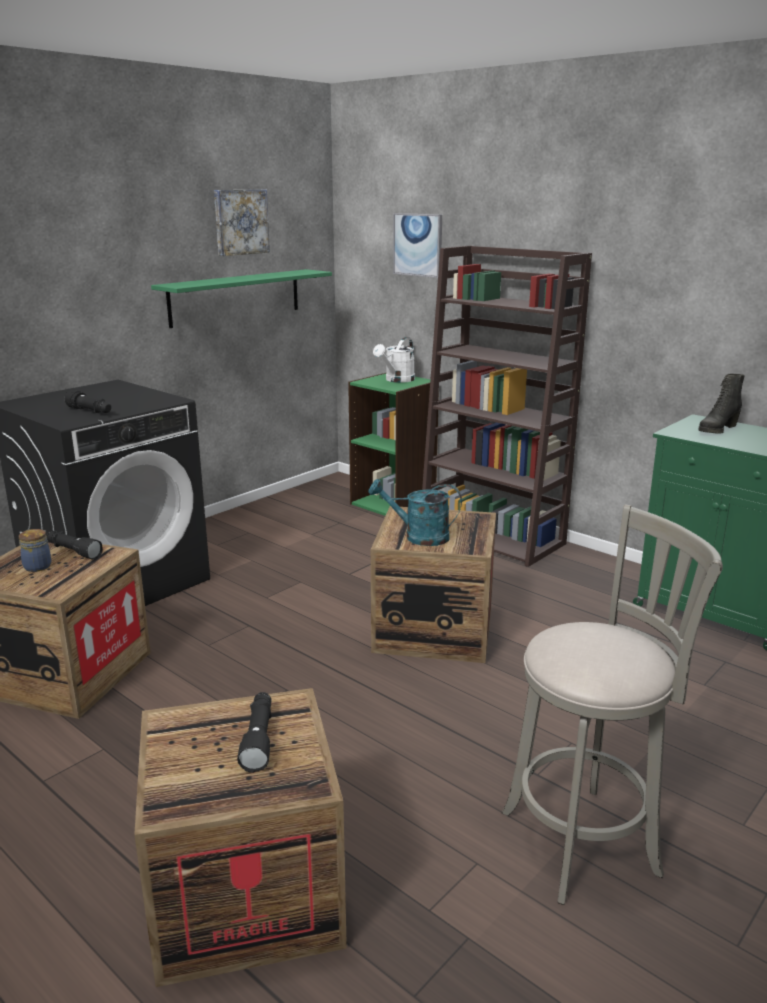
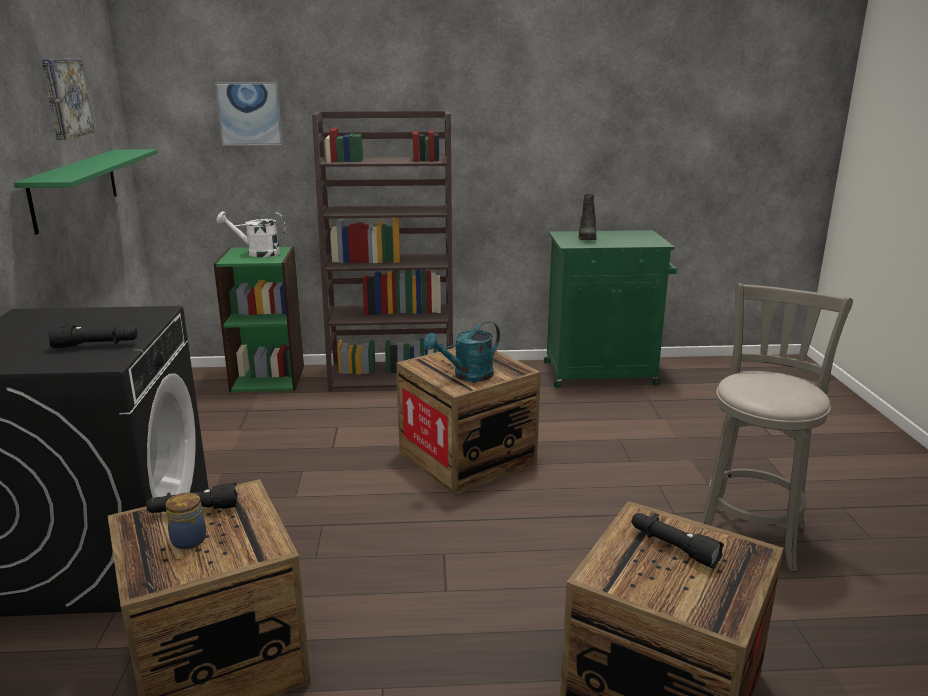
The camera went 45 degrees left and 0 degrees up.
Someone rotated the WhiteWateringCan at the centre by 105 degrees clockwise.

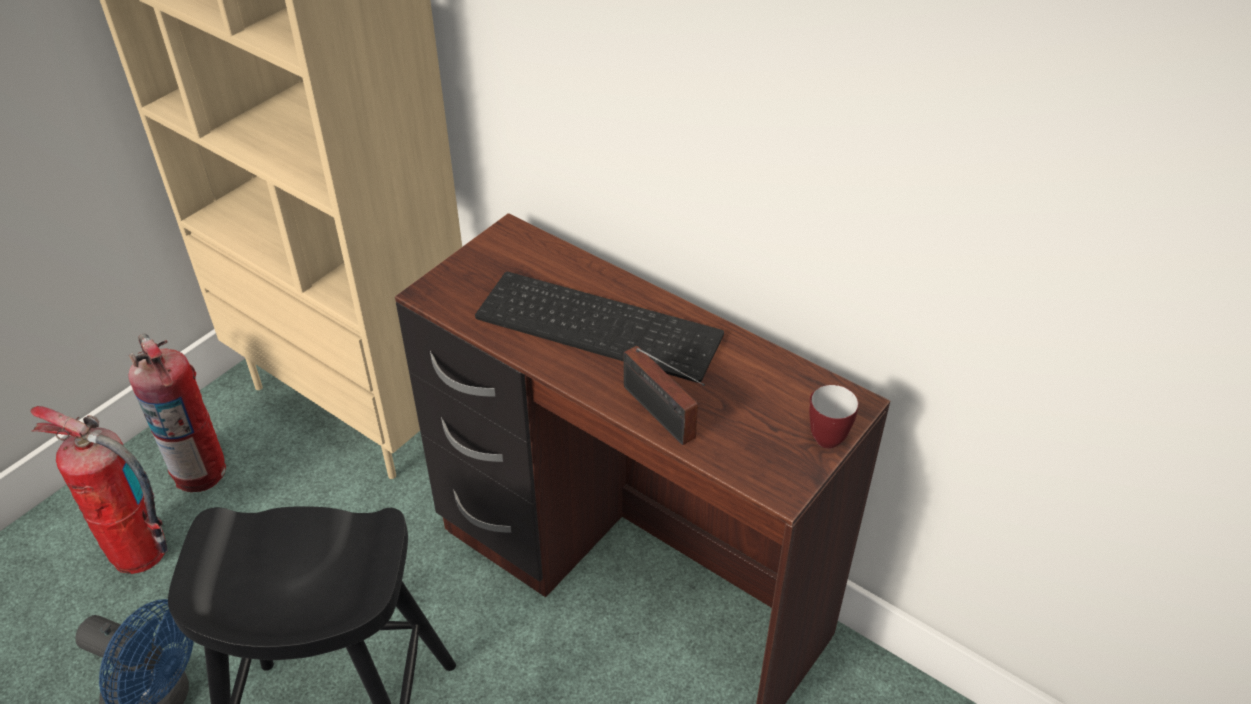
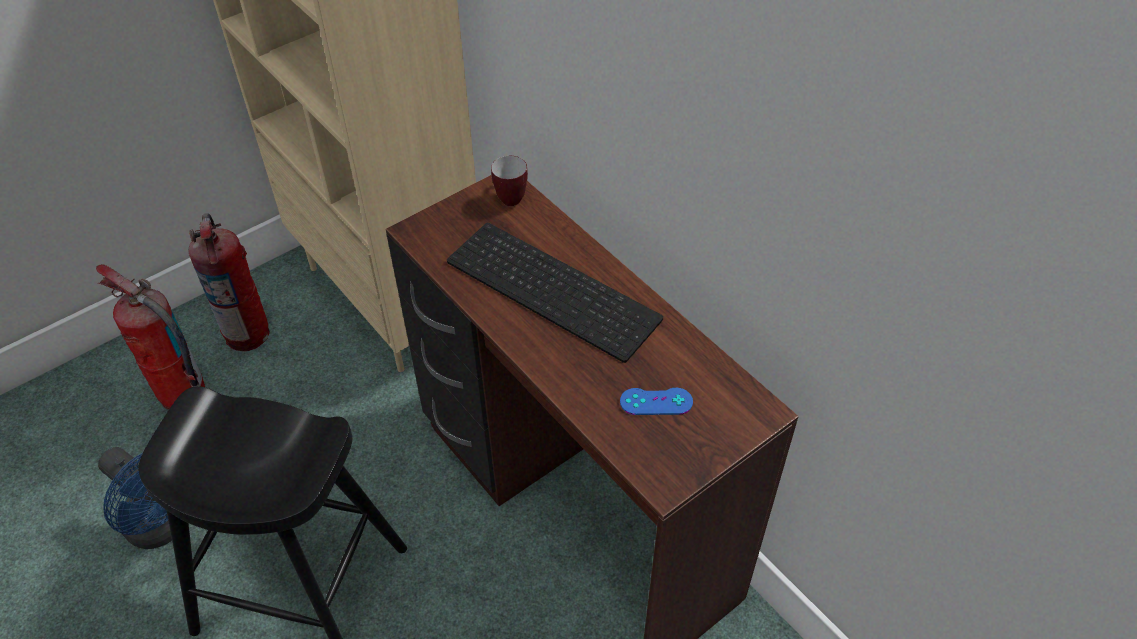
The camera went 15 degrees right and 5 degrees up.
Someone took away the Radio at the centre.
Someone carried the Mug from the centre to the top centre.
Someone put down the BlueGameController at the centre.

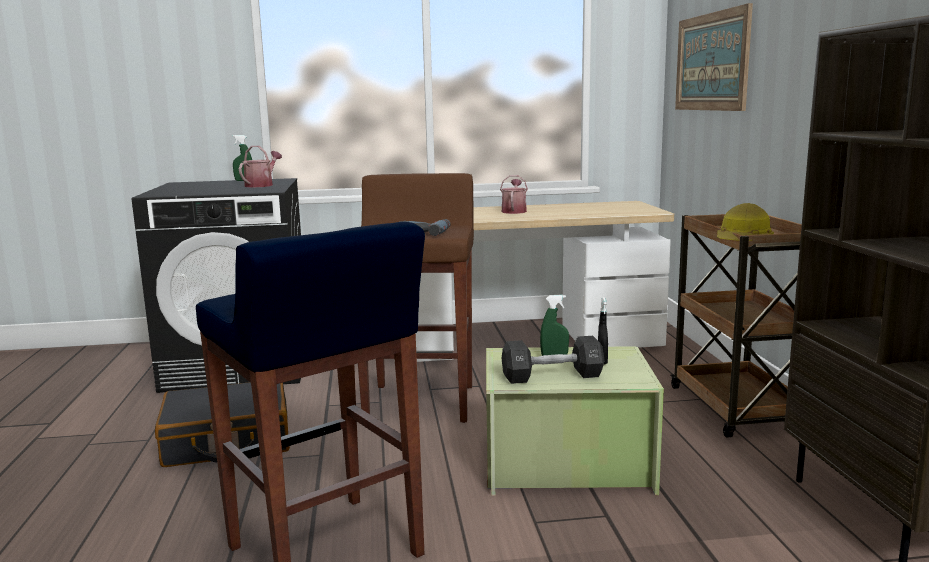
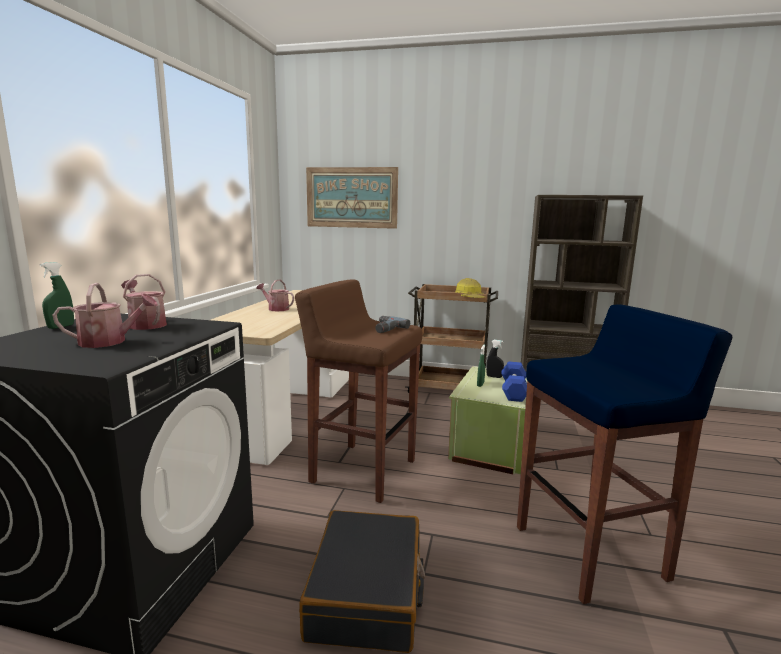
The camera went 70 degrees left and 0 degrees up.
Someone repainted the BlackDumbbell at the centre, which became the BlueDumbbell at the centre.
Someone put down the WateringCan (no. 1 from left) at the middle left.

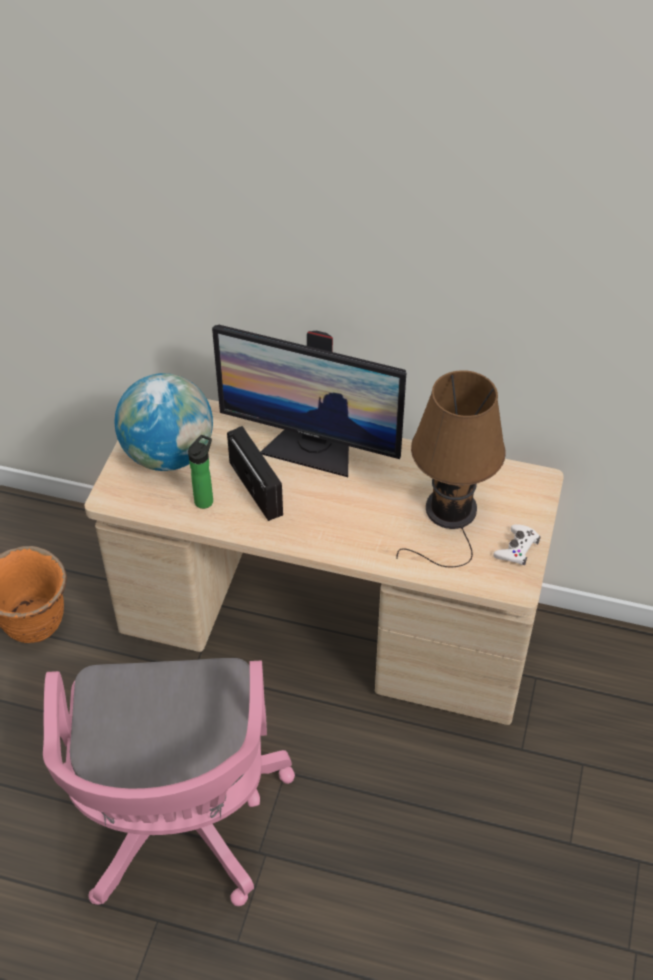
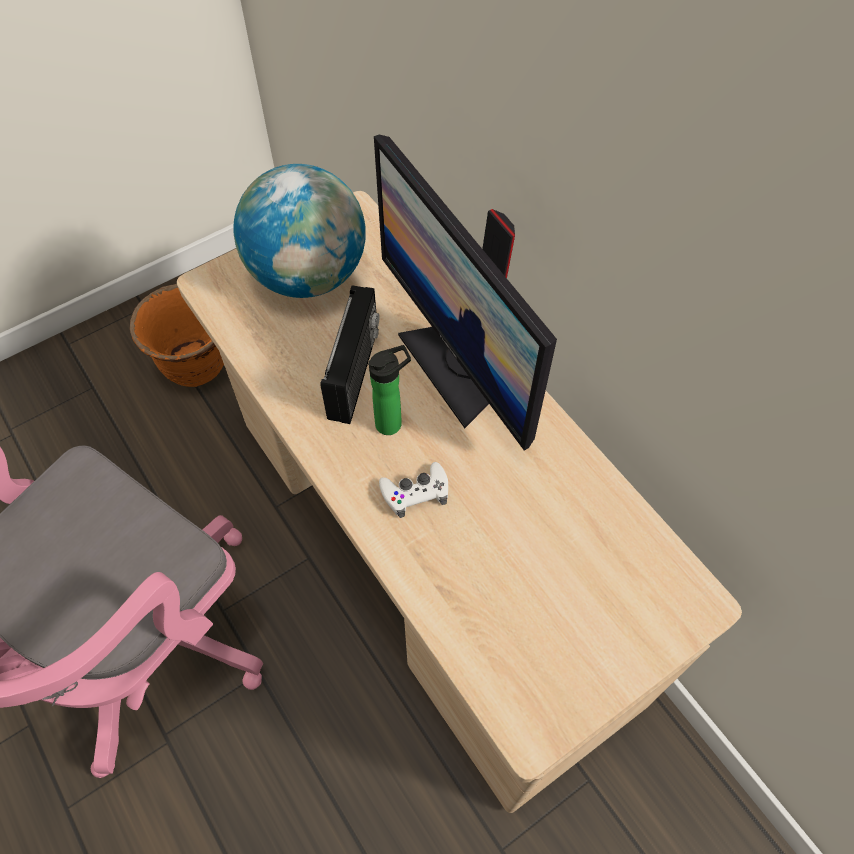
The camera went 40 degrees right and 10 degrees up.
Someone took away the BrownTableLamp at the middle right.
Someone carried the Bottle from the middle left to the centre.
Someone carried the WhiteGameController from the middle right to the centre.

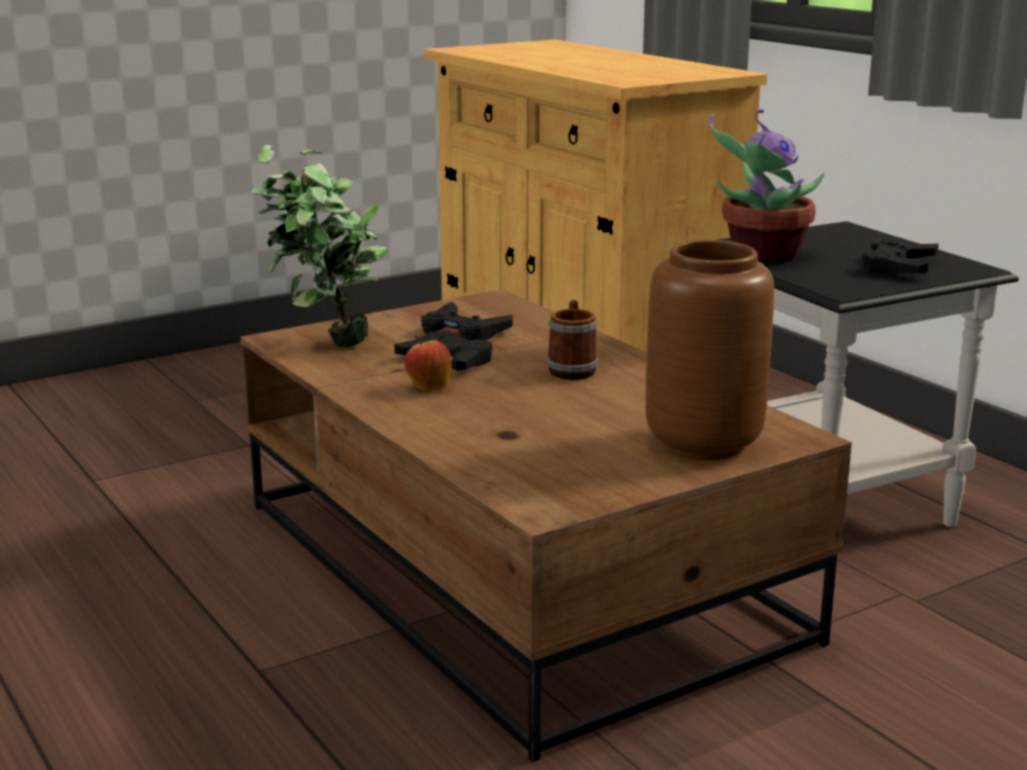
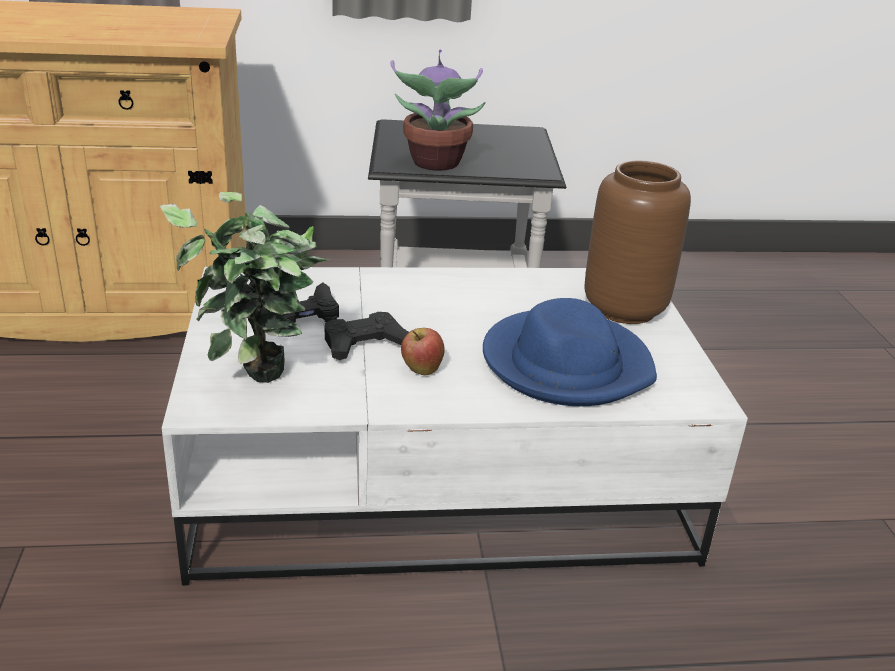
The camera went 65 degrees left and 10 degrees up.
Someone took away the BlackGameController (no. 3 from left) at the middle right.
Someone repainted the BrownCoffeeTable at the bottom centre, which became the WhiteCoffeeTable at the centre.
Someone took away the Mug at the centre.
Someone put down the BlueHat at the centre.

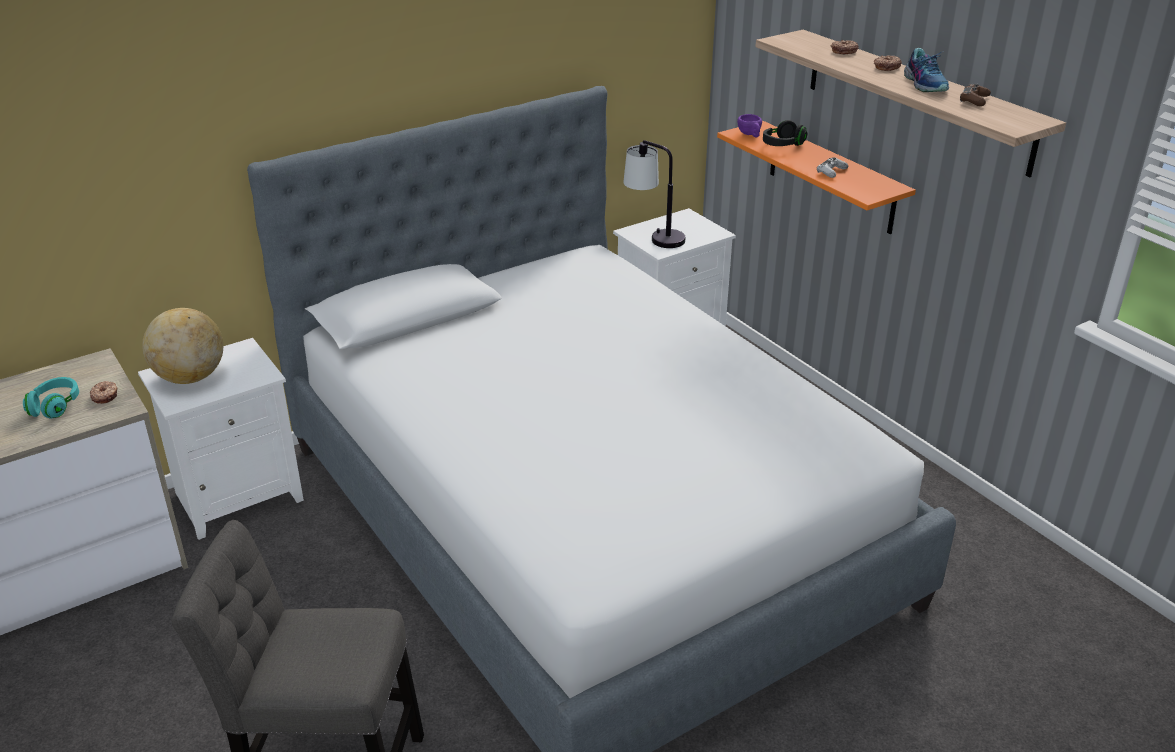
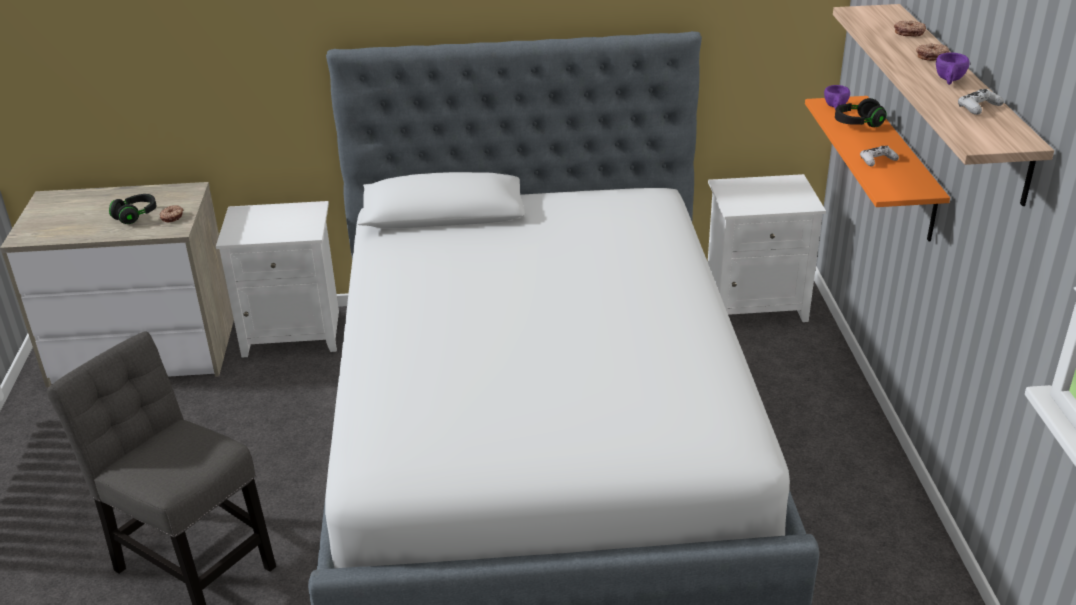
The camera went 30 degrees right and 0 degrees up.
Someone swapped the Shoe at the top right for the PurpleCup (no. 2 from left) at the top right.
Someone repainted the BrownGameController at the top right, which became the WhiteGameController (no. 2 from left) at the top right.
Someone took away the TableLamp at the top centre.
Someone took away the Globe at the middle left.
Someone repainted the TurquoiseHeadphones at the middle left, which became the BlackHeadphones (no. 1 from left) at the middle left.

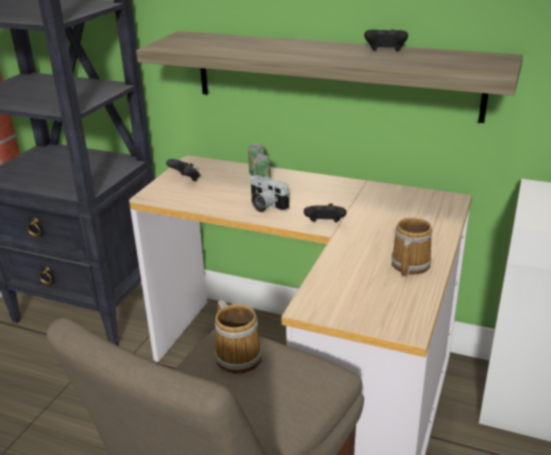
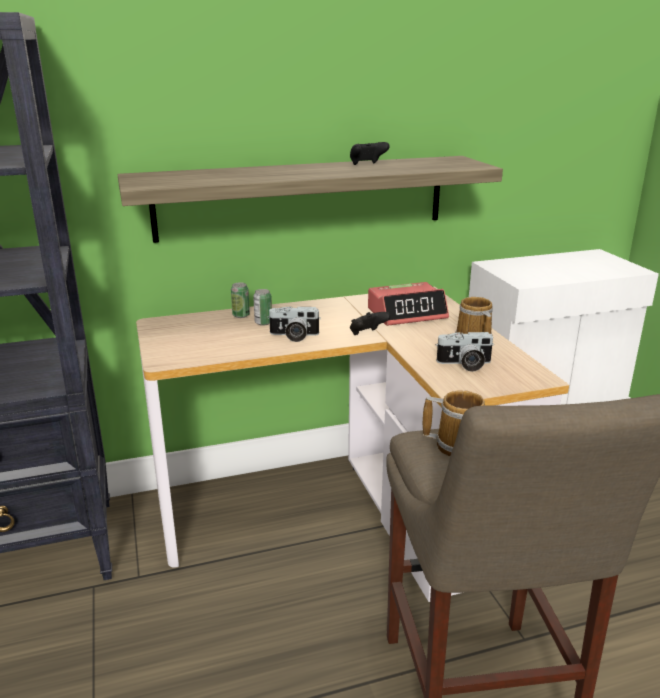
The camera went 40 degrees left and 5 degrees down.
Someone took away the BlackGameController (no. 1 from left) at the middle left.
Someone put down the AlarmClock at the centre.
Someone put down the PhotoCamera (no. 2 from left) at the middle right.

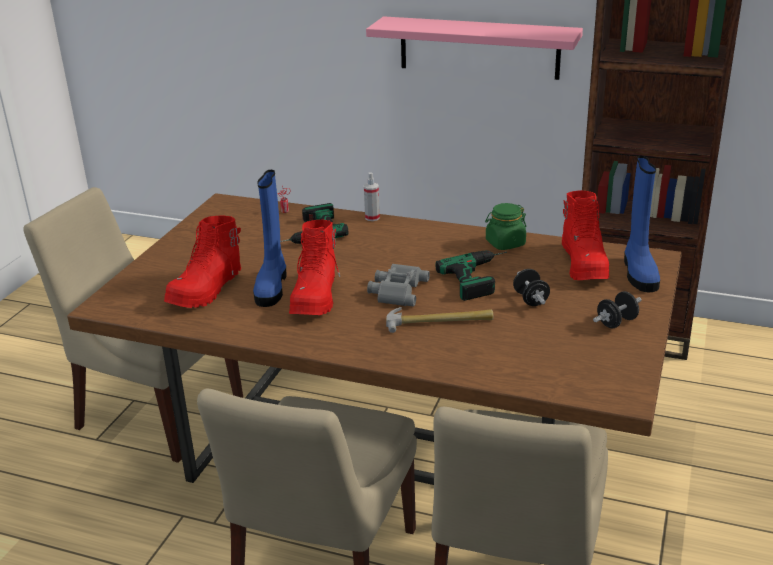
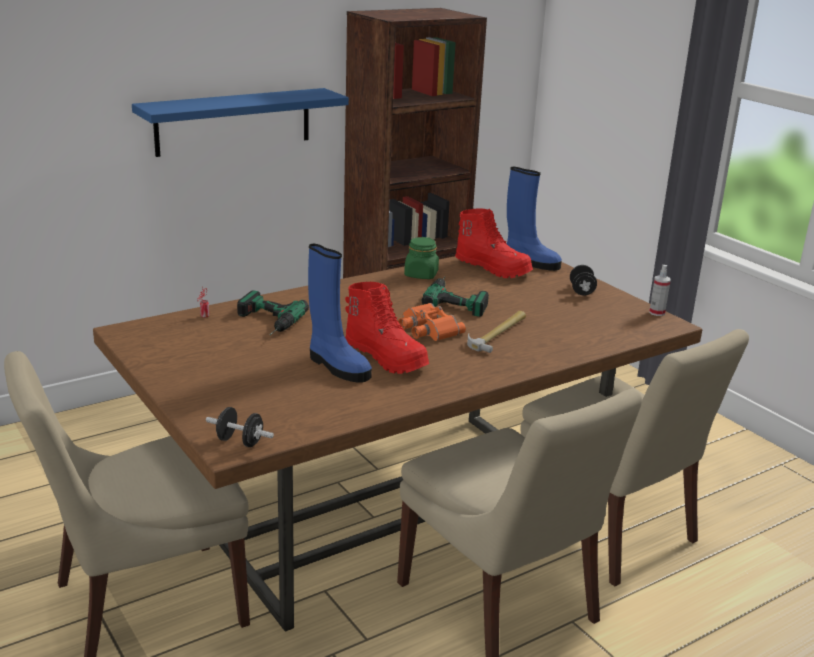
The camera went 55 degrees left and 5 degrees down.
Someone repainted the PinkShelf at the top centre, which became the BlueShelf at the top left.
Someone carried the SprayBottle from the centre to the middle right.
Someone took away the RedBoot (no. 1 from left) at the middle left.
Someone repainted the GreyBinoculars at the centre, which became the OrangeBinoculars at the centre.
Someone carried the BlackDumbbell (no. 1 from left) from the middle right to the middle left.

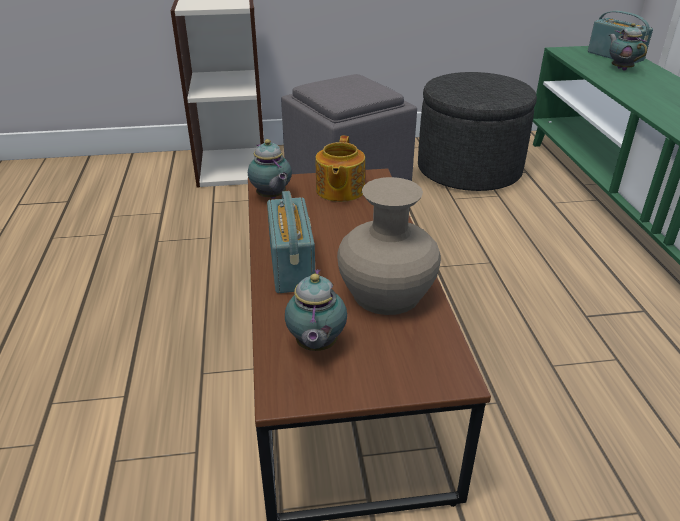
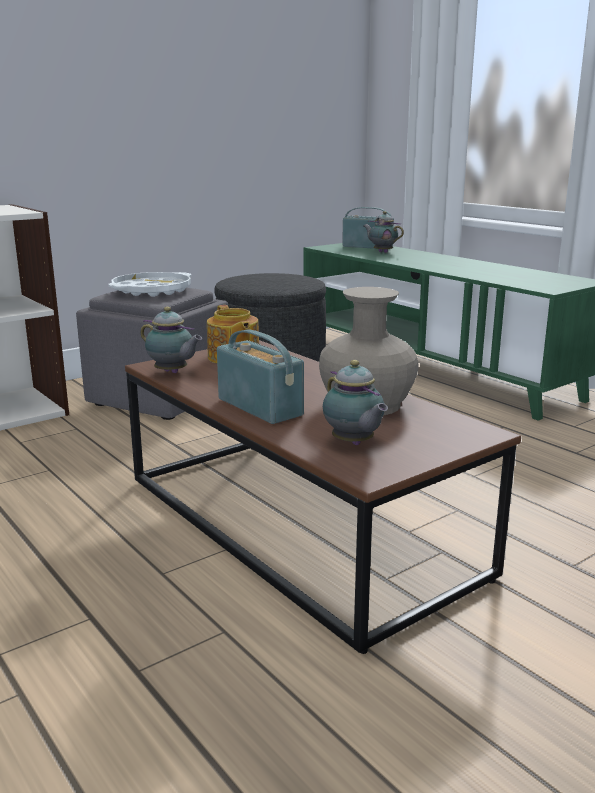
The camera went 30 degrees left and 15 degrees down.
Someone put down the WhiteTray at the middle left.

